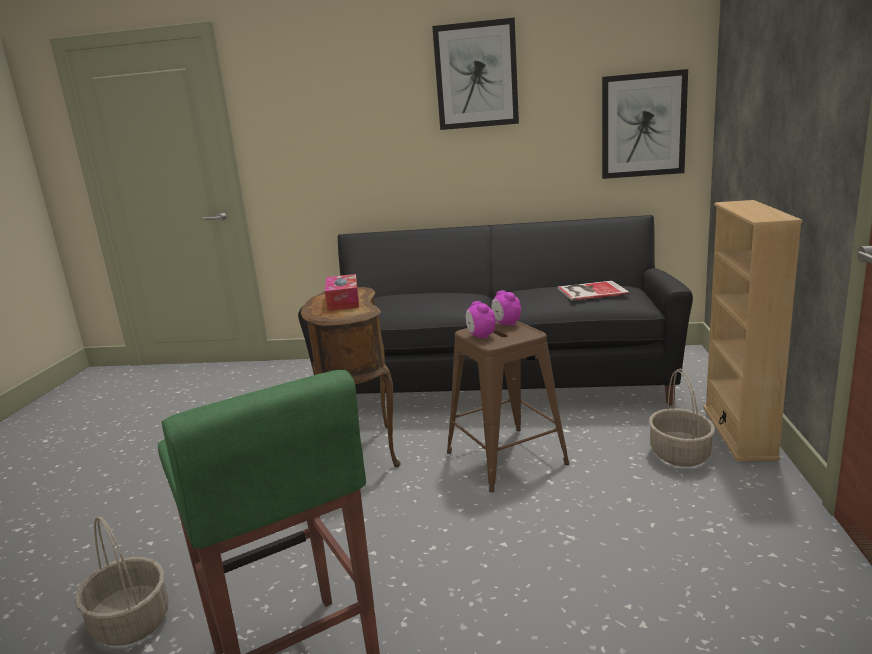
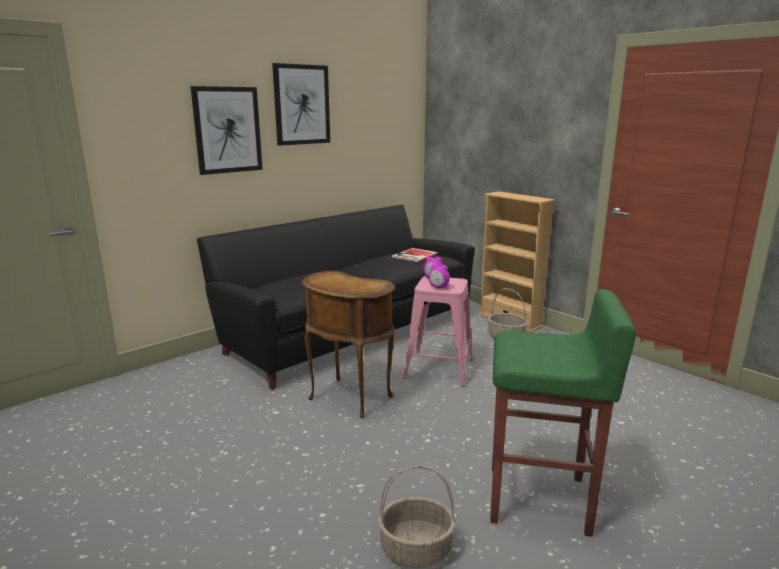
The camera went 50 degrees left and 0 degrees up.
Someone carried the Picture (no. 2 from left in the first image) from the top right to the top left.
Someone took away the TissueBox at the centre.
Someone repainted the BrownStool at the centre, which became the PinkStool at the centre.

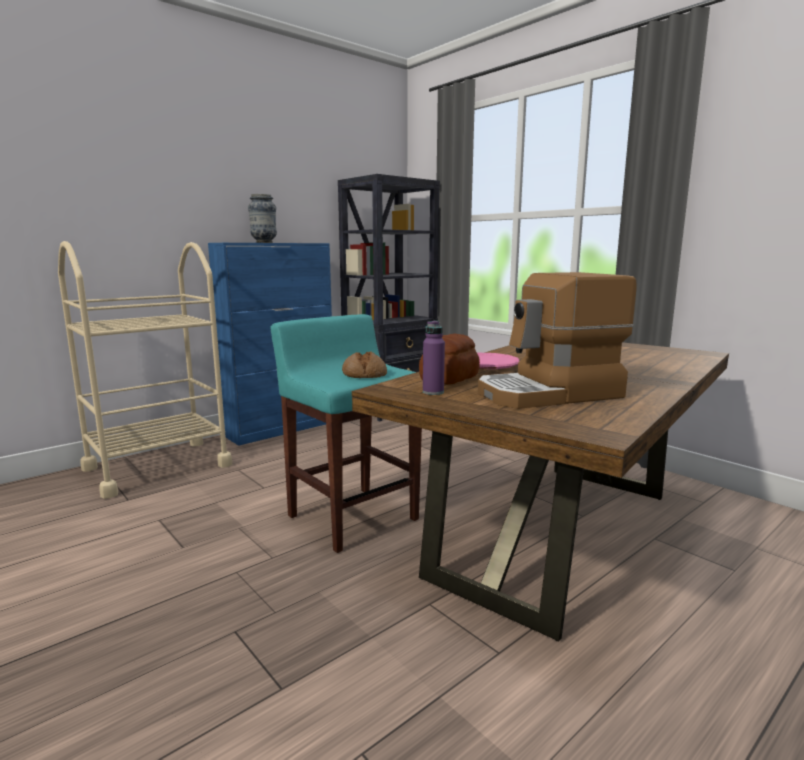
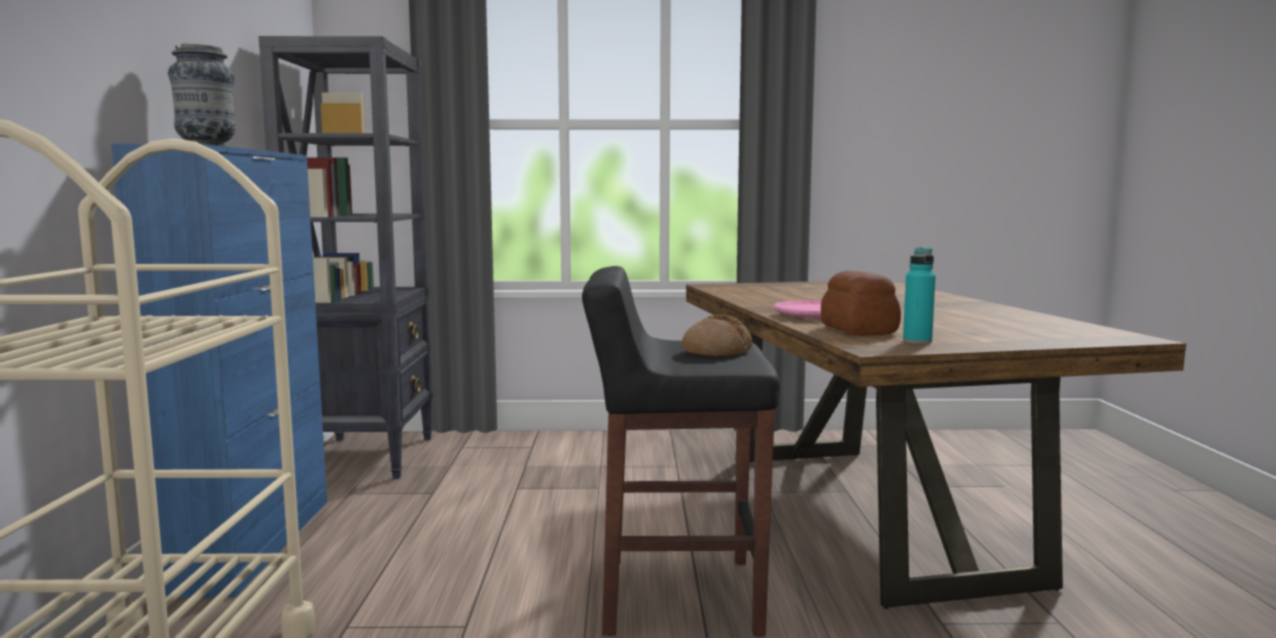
The camera went 50 degrees left and 5 degrees down.
Someone took away the CoffeeMachine at the middle right.
Someone repainted the TurquoiseStool at the centre, which became the BlackStool at the bottom centre.
Someone repainted the PurpleBottle at the centre, which became the TurquoiseBottle at the middle right.

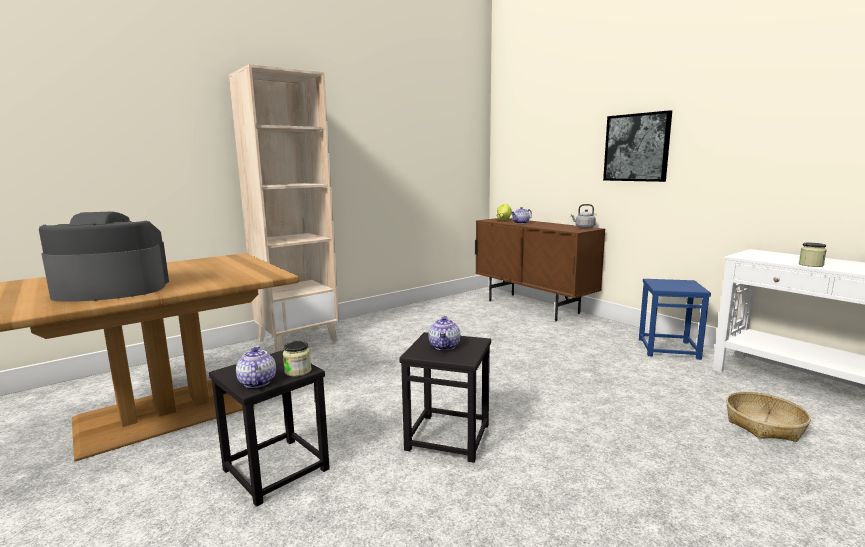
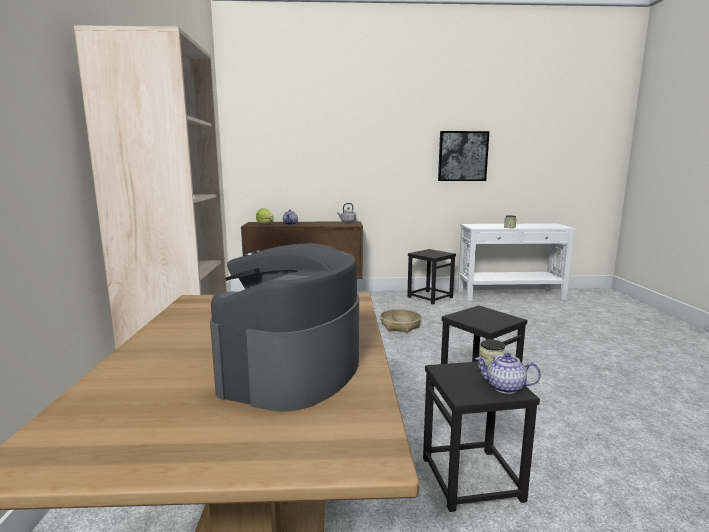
The camera went 55 degrees left and 0 degrees up.
Someone carried the Picture from the top right to the top centre.
Someone repainted the BlueStool at the middle right, which became the BlackStool (no. 1 from left) at the centre.
Someone took away the Teapot (no. 2 from left) at the centre.
Someone carried the Basket from the bottom right to the centre.

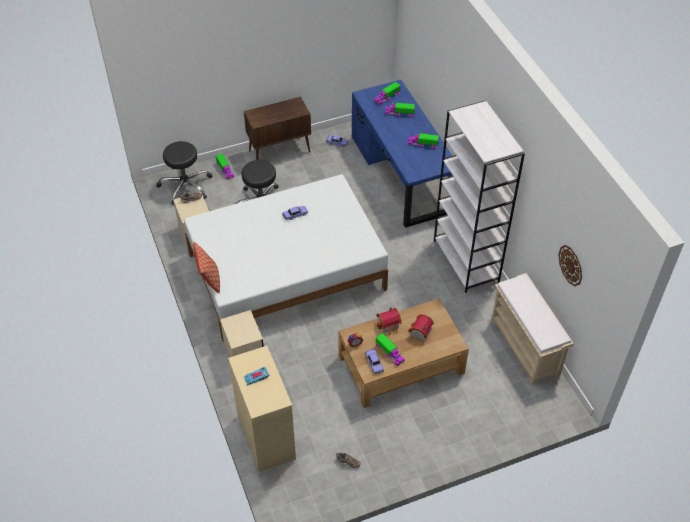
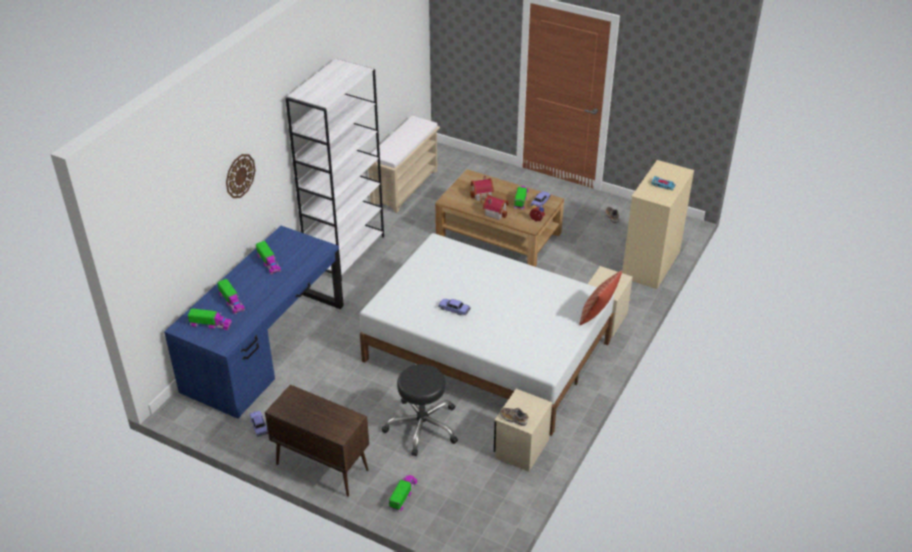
The camera went 130 degrees left and 10 degrees down.
Someone took away the BlackStool (no. 1 from left) at the top left.
Someone carried the WallClock from the middle right to the top left.

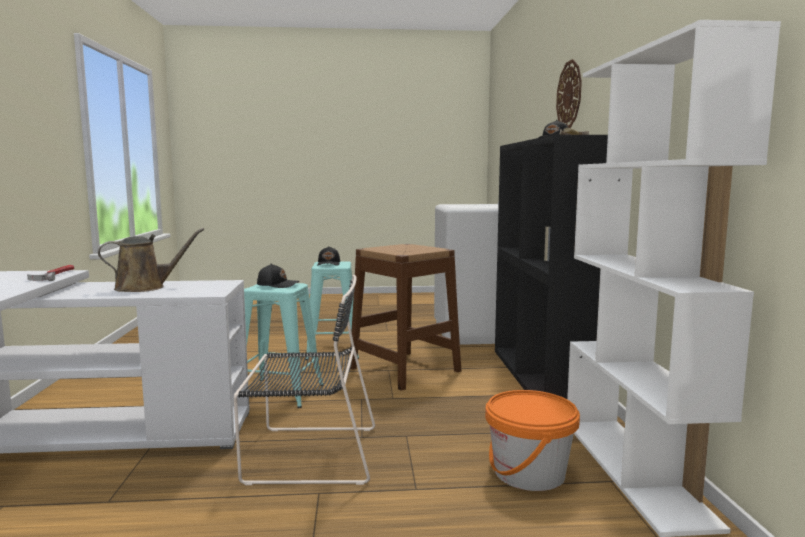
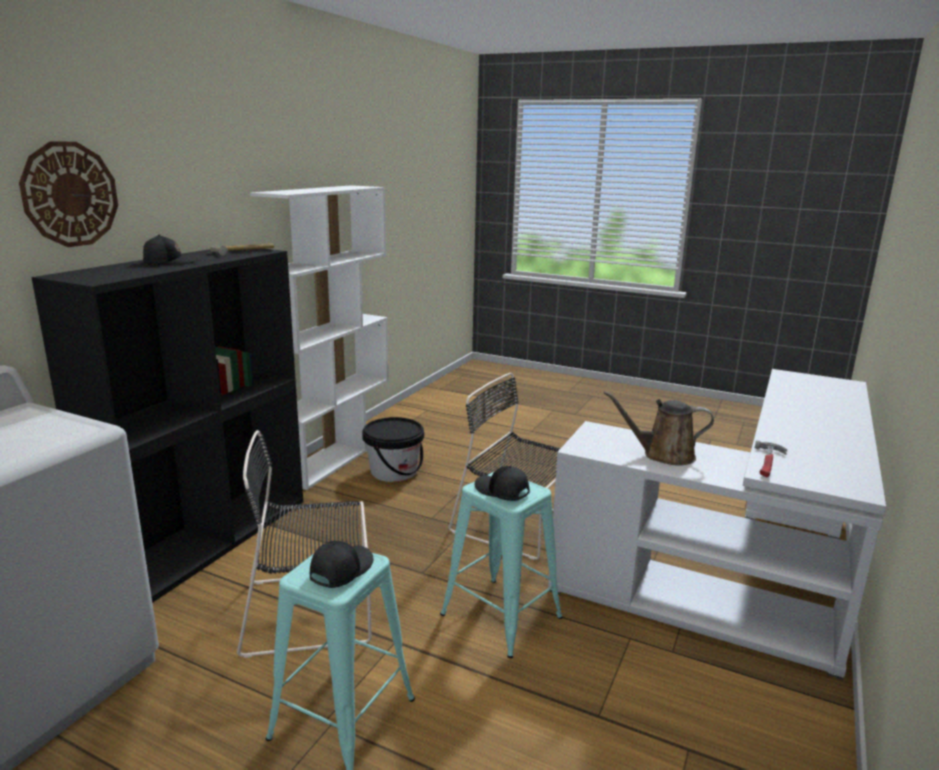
The camera went 150 degrees left and 10 degrees up.
Someone swapped the BrownStool at the centre for the BlackChair (no. 1 from left) at the bottom left.
Someone repainted the OrangeBucket at the bottom centre, which became the BlackBucket at the centre.

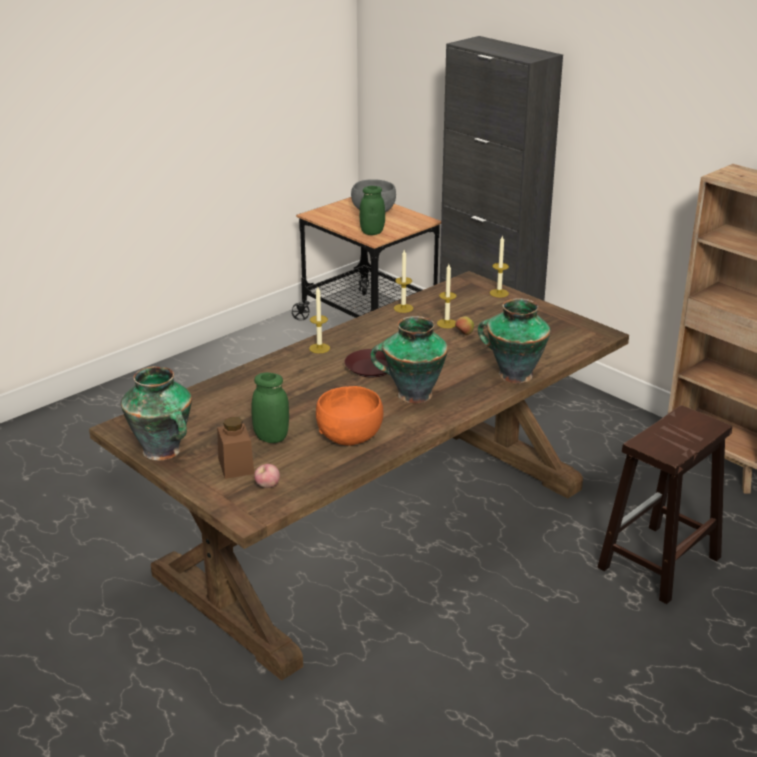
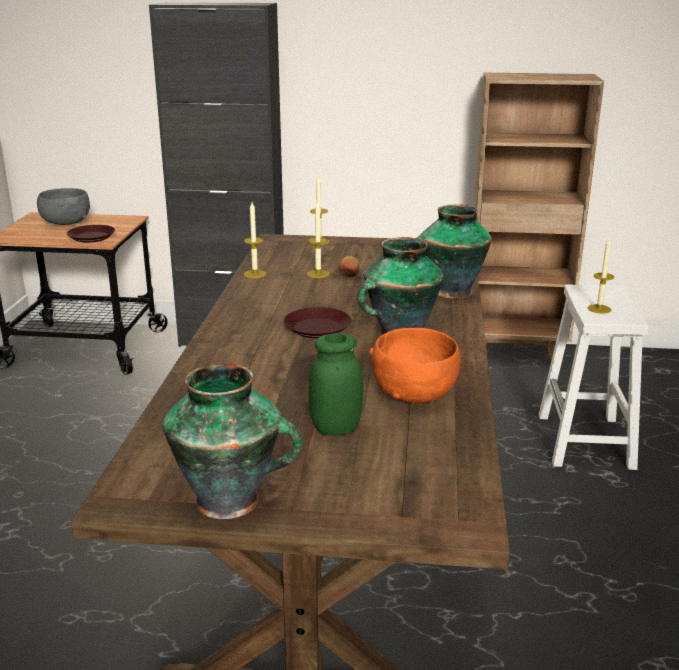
The camera went 40 degrees left and 5 degrees down.
Someone swapped the GreenJar (no. 2 from left) at the top centre for the BrownPlate (no. 1 from left) at the middle left.
Someone carried the Candle (no. 1 from left in the first image) from the centre to the middle right.
Someone repainted the BrownStool at the middle right, which became the WhiteStool at the middle right.
Someone took away the BrownJar at the middle left.
Someone took away the Apple (no. 1 from left) at the centre.

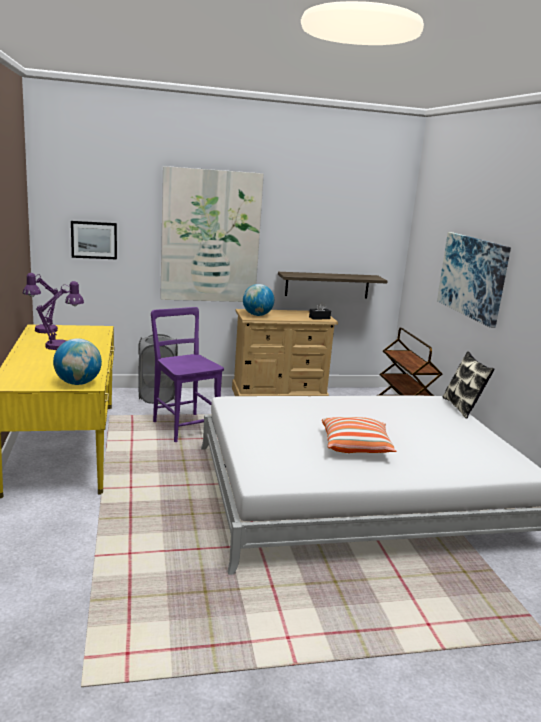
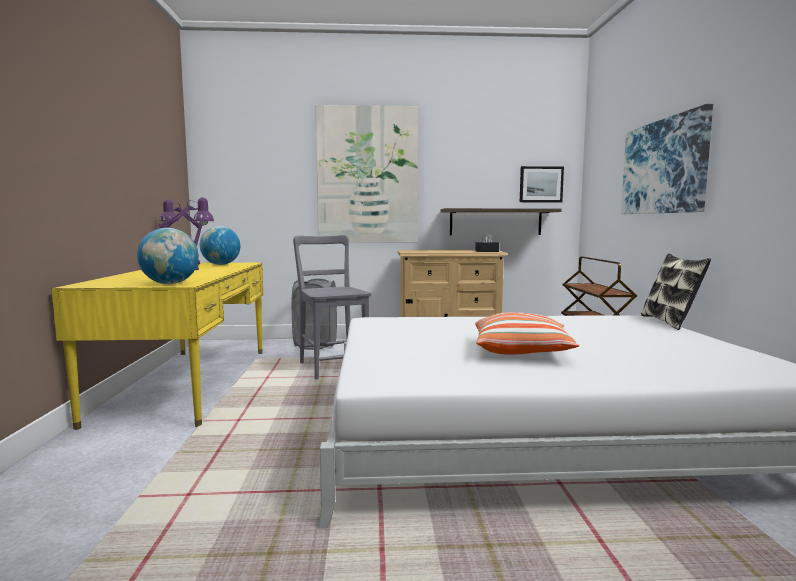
The camera went 10 degrees right and 10 degrees down.
Someone carried the Picture (no. 1 from left in the first image) from the top left to the top right.
Someone carried the Globe (no. 2 from left) from the centre to the middle left.
Someone repainted the PurpleChair at the centre, which became the GreyChair at the centre.

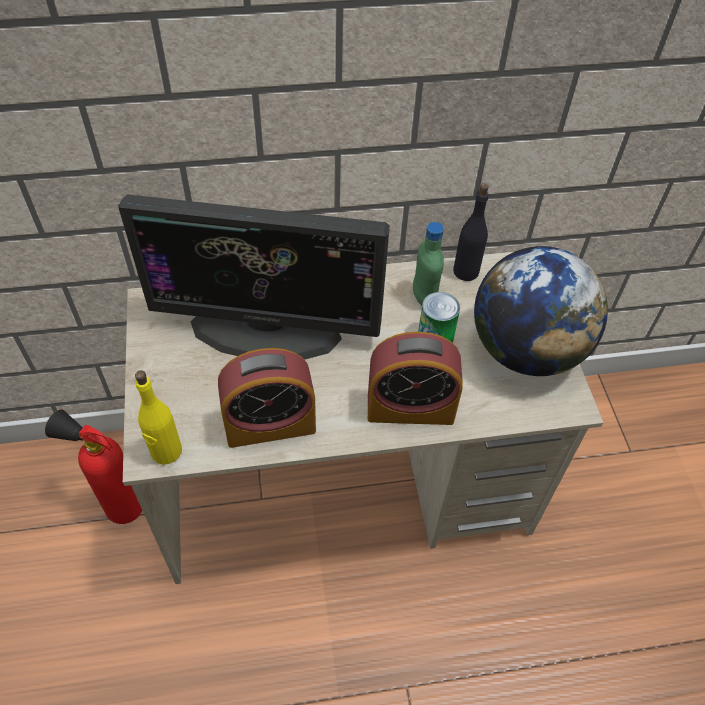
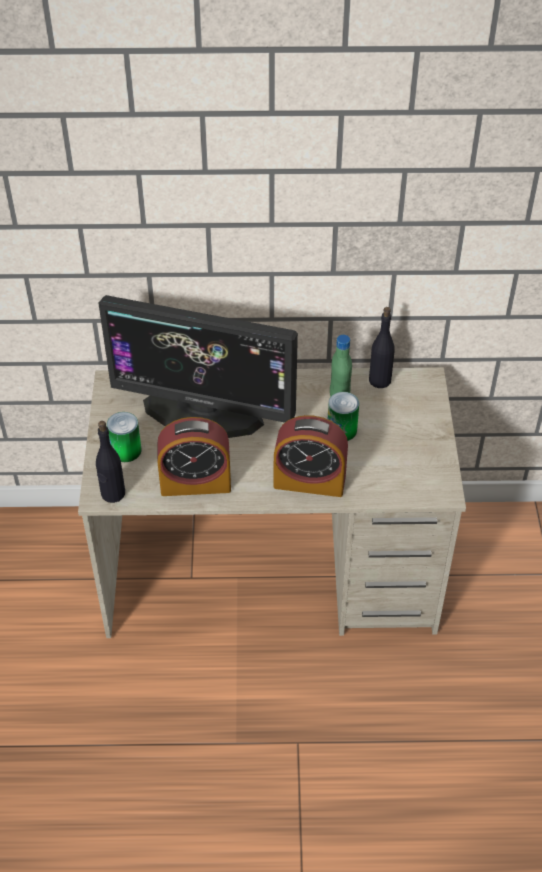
The camera went 10 degrees right and 5 degrees down.
Someone took away the Globe at the middle right.
Someone repainted the YellowBottle at the middle left, which became the BlackBottle (no. 1 from left) at the middle left.
Someone took away the FireExtinguisher at the middle left.
Someone put down the Can (no. 1 from left) at the middle left.

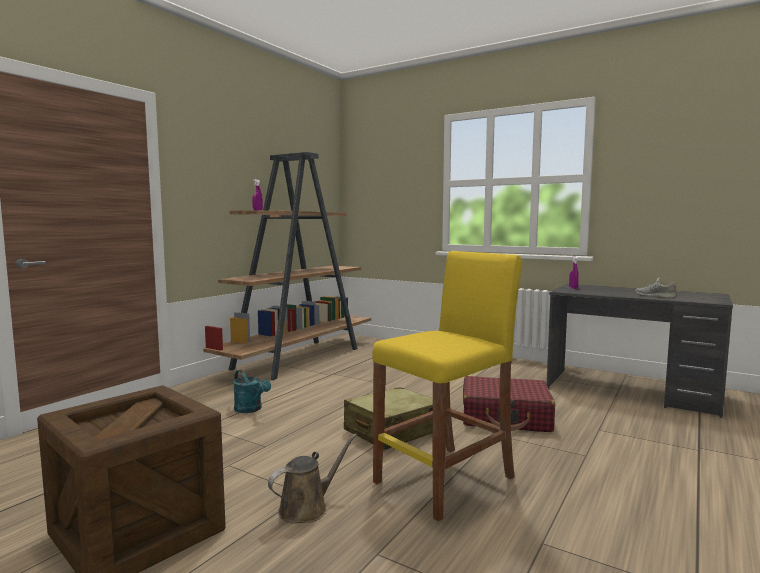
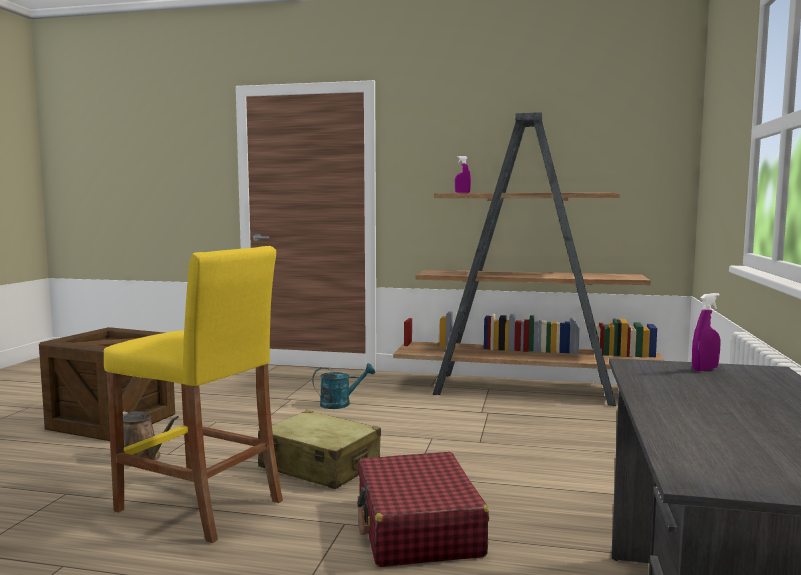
The camera went 70 degrees right and 0 degrees up.
Someone took away the GreyShoe at the middle right.
Someone rotated the TurquoiseWateringCan at the bottom left by 135 degrees counterclockwise.

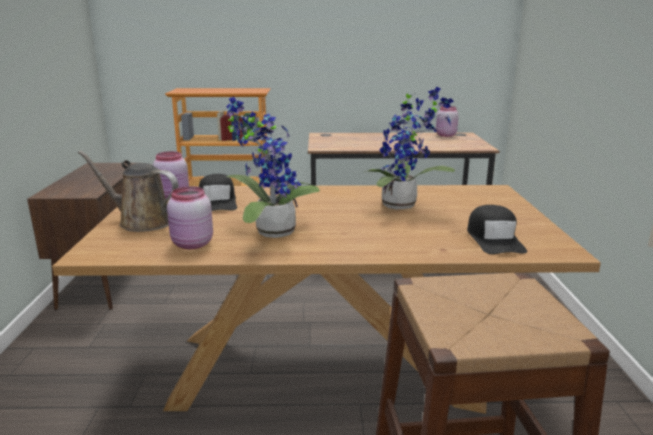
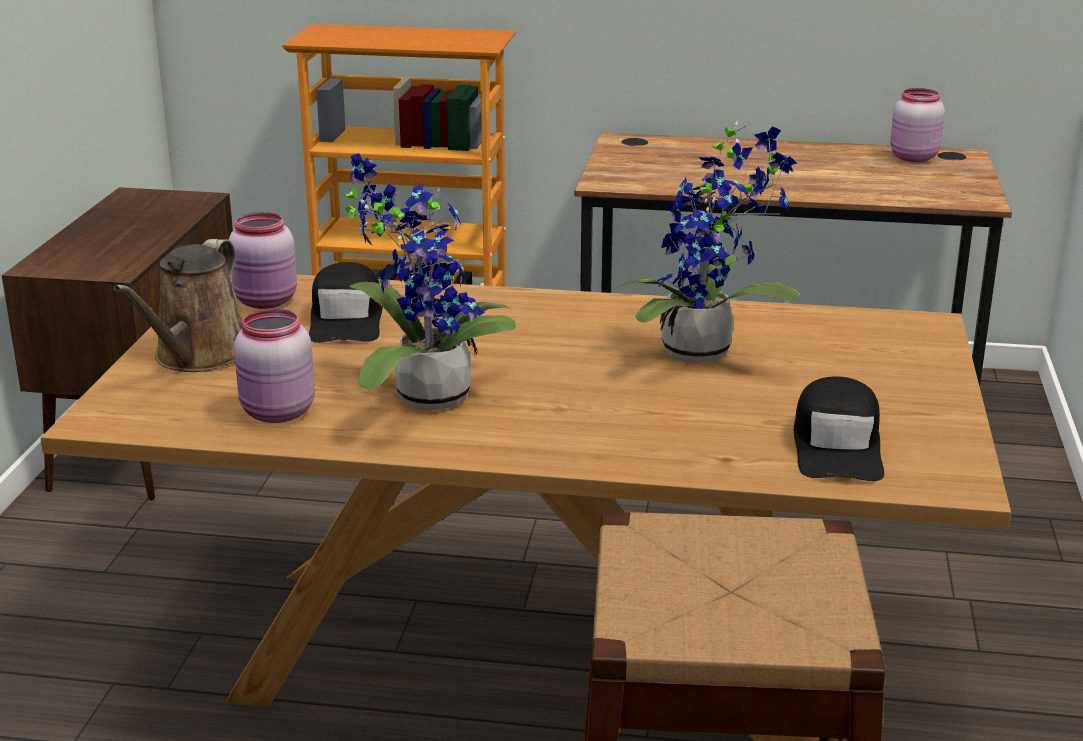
The camera went 10 degrees right and 5 degrees up.
Someone rotated the BrownWateringCan at the middle left by 105 degrees counterclockwise.

